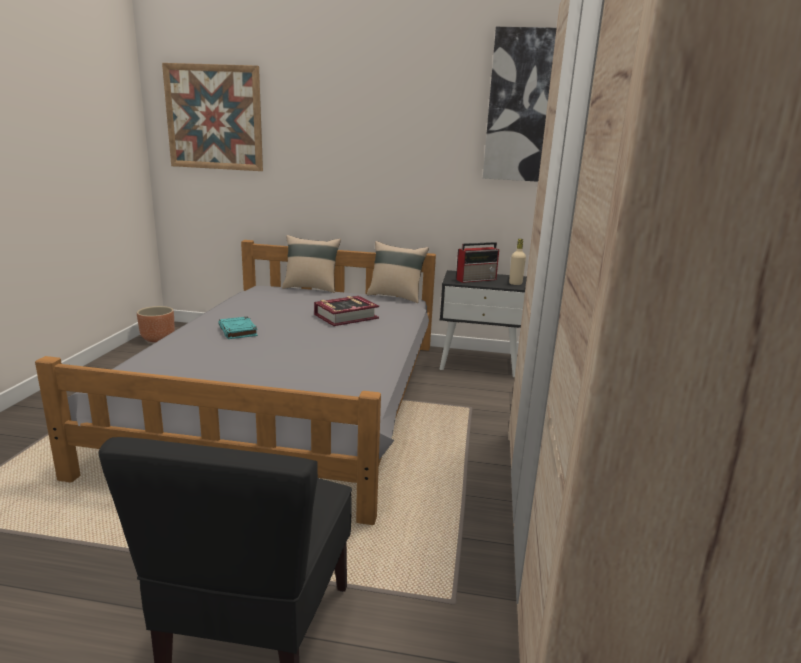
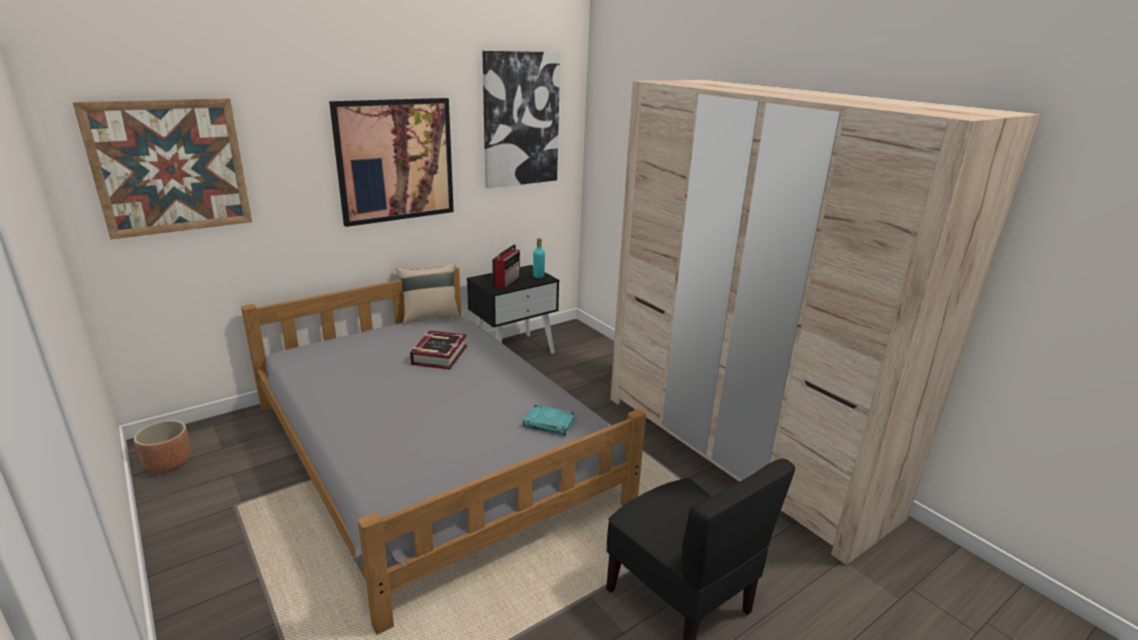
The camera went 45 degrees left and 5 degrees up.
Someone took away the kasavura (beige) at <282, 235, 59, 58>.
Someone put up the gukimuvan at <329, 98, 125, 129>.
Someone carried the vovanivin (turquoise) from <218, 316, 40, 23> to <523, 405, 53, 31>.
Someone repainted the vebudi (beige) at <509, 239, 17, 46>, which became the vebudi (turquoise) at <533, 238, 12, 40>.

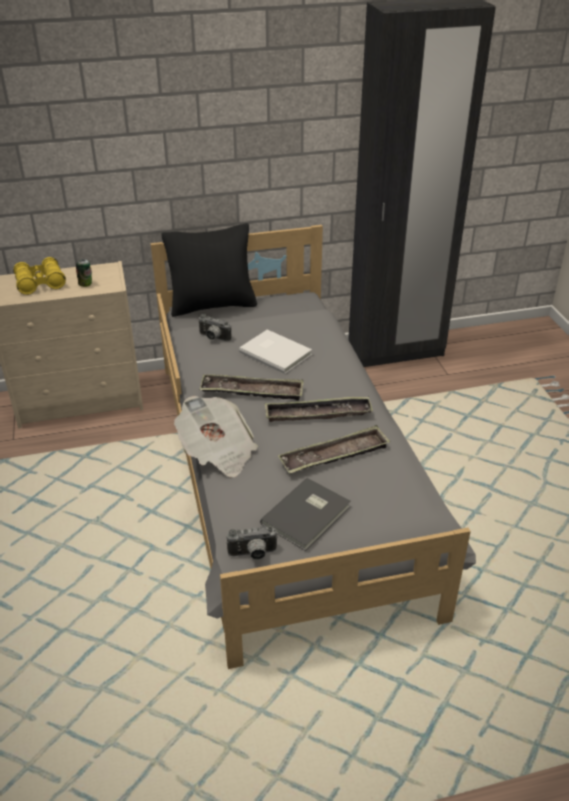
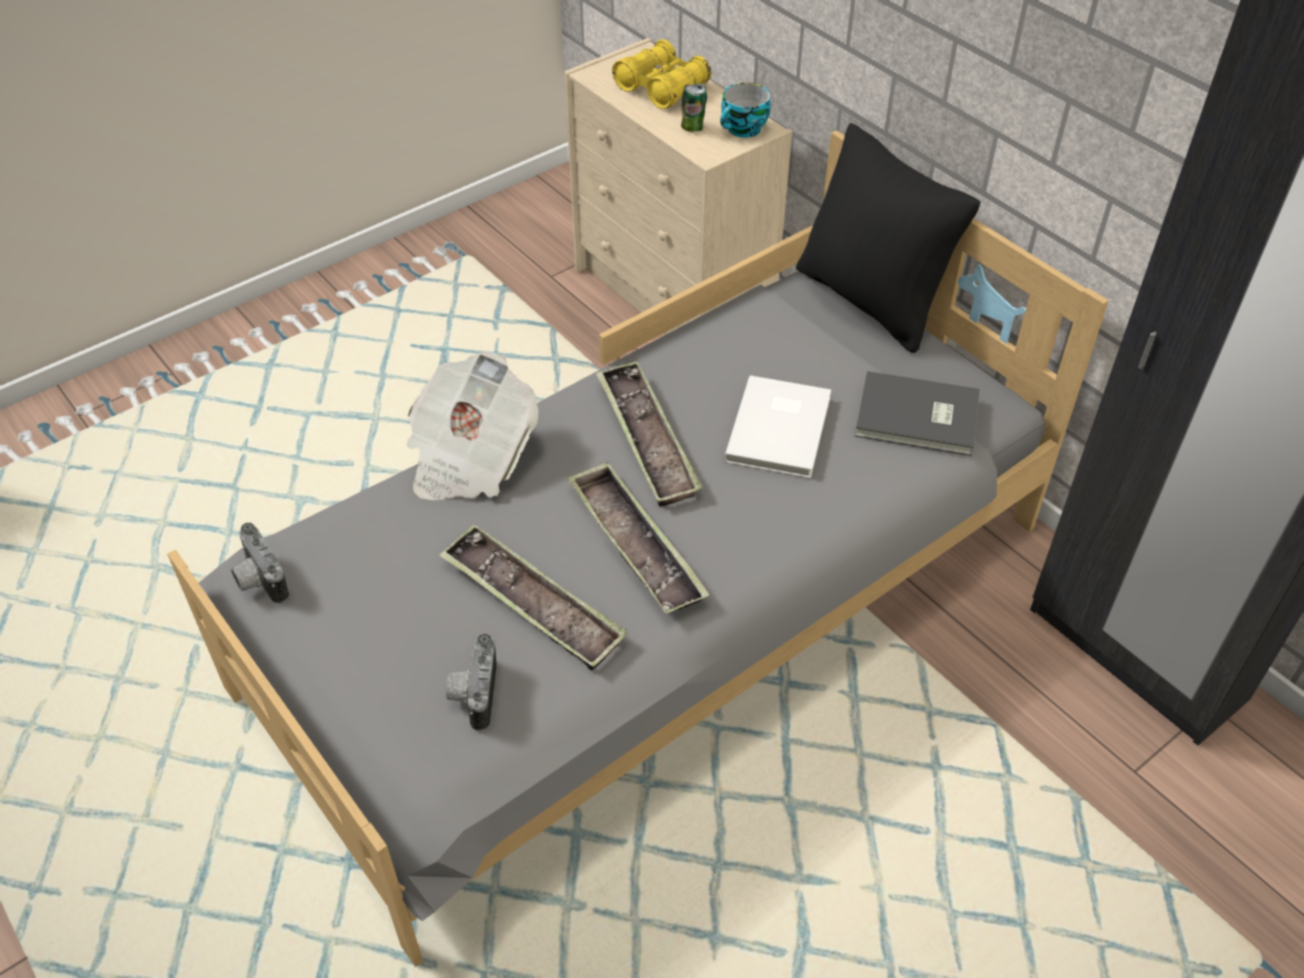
The camera went 65 degrees right and 10 degrees up.
Someone put down the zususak at <720, 83, 51, 55>.
Someone carried the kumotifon from <198, 314, 33, 27> to <446, 634, 51, 97>.
Someone carried the vovanivin (grey) from <260, 478, 91, 73> to <855, 371, 125, 85>.

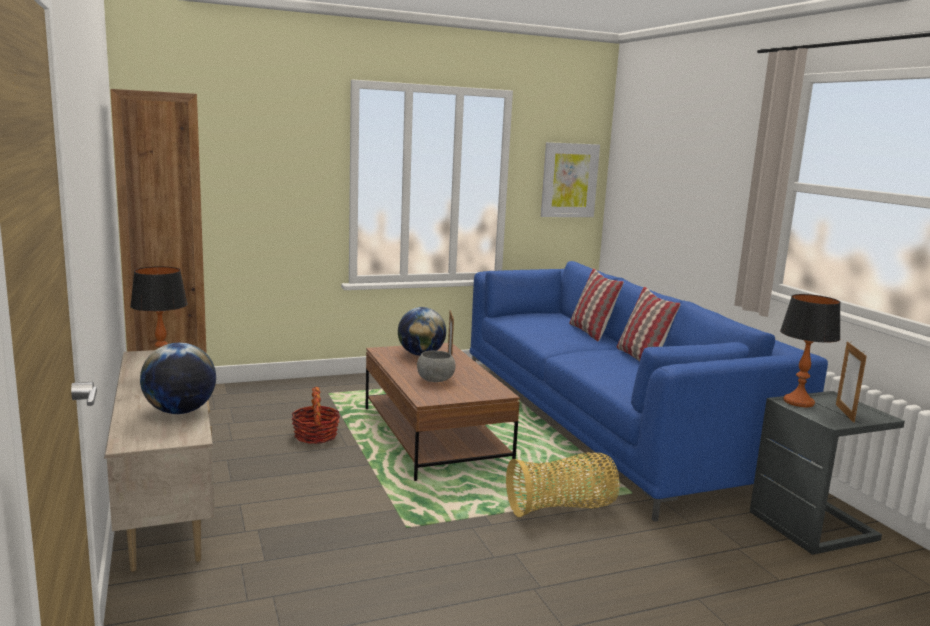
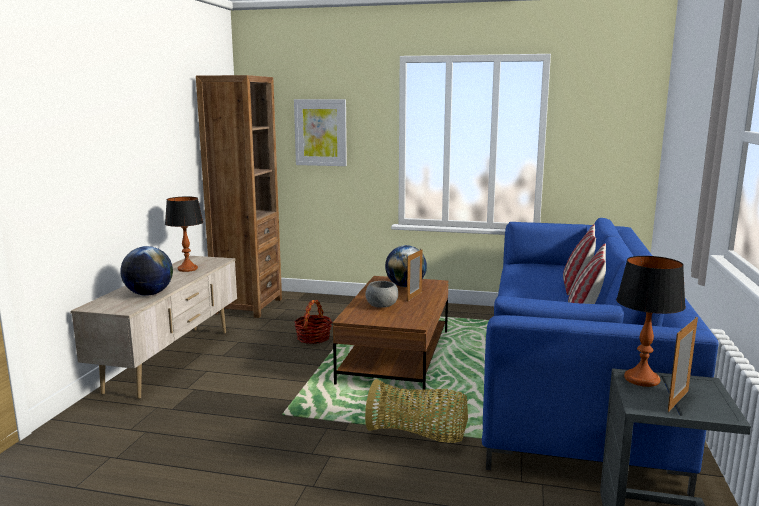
The camera went 35 degrees right and 0 degrees up.
Someone carried the gukimuvan from <541, 142, 59, 75> to <294, 99, 53, 67>.

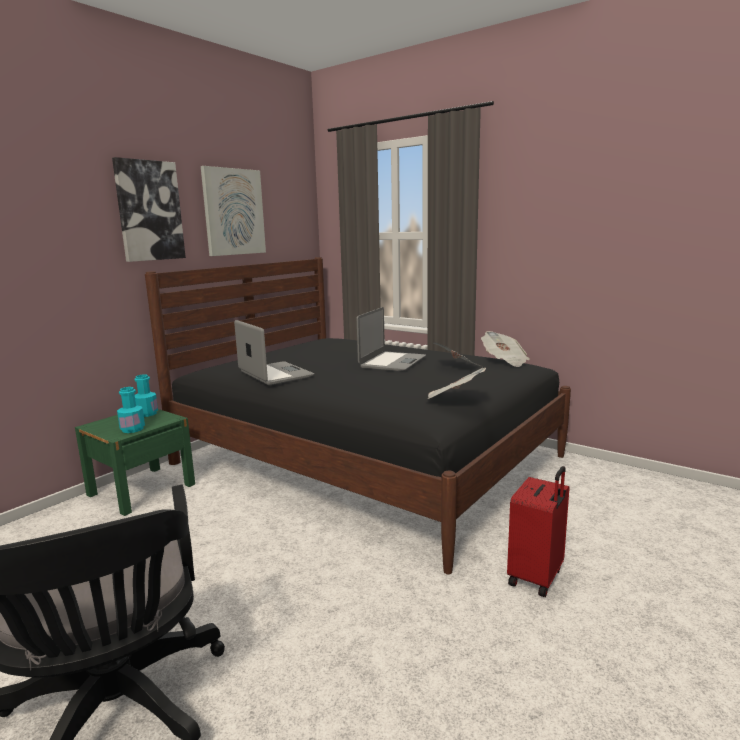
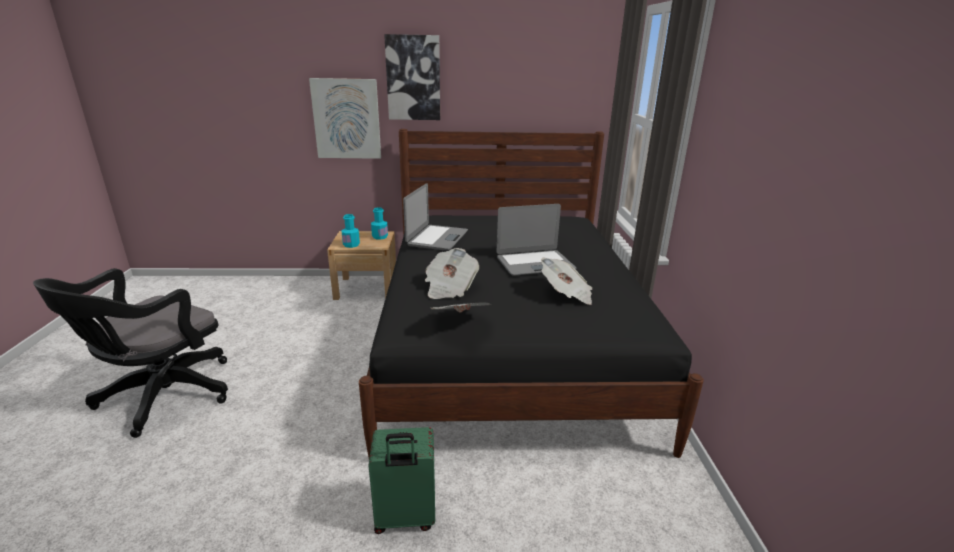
The camera went 50 degrees right and 10 degrees up.
Someone carried the gukimuvan from <201, 166, 65, 90> to <309, 78, 72, 81>.
Someone carried the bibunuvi from <481, 331, 49, 36> to <425, 248, 54, 51>.
Someone repainted the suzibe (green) at <75, 409, 120, 107>, which became the suzibe (beige) at <327, 231, 69, 69>.
Someone repainted the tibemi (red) at <507, 466, 63, 131>, which became the tibemi (green) at <368, 427, 67, 107>.

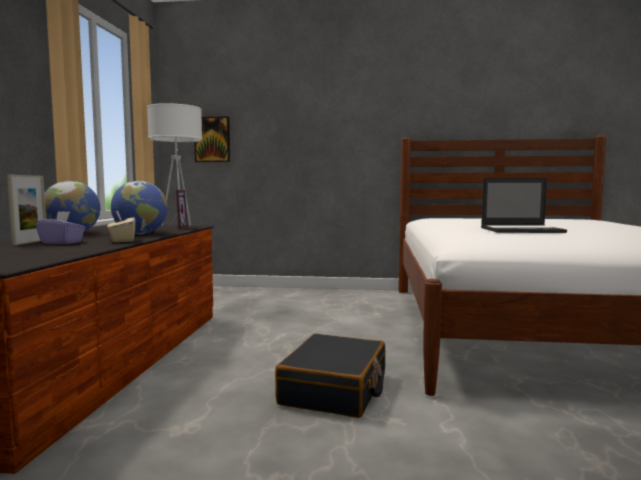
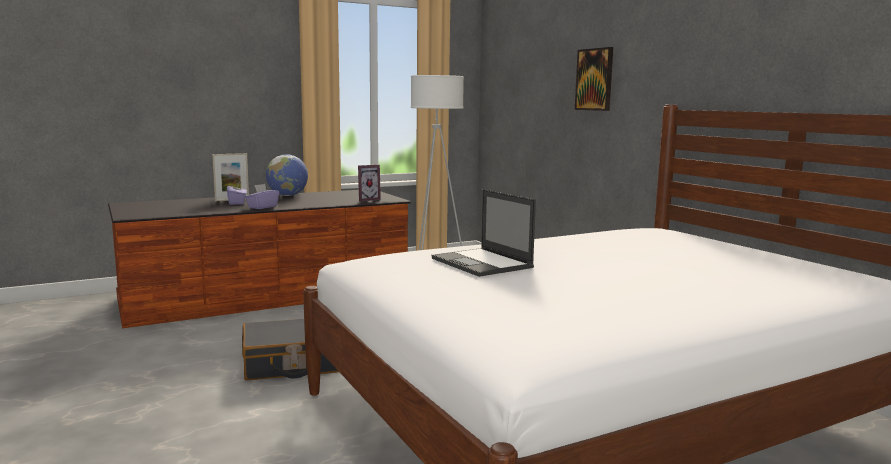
The camera went 55 degrees right and 5 degrees up.
Someone took away the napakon at <111, 181, 57, 53>.
Someone carried the gukimuvan from <194, 116, 36, 46> to <575, 47, 38, 64>.
Someone repainted the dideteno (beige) at <107, 211, 28, 31>, which became the dideteno (purple) at <245, 184, 34, 25>.

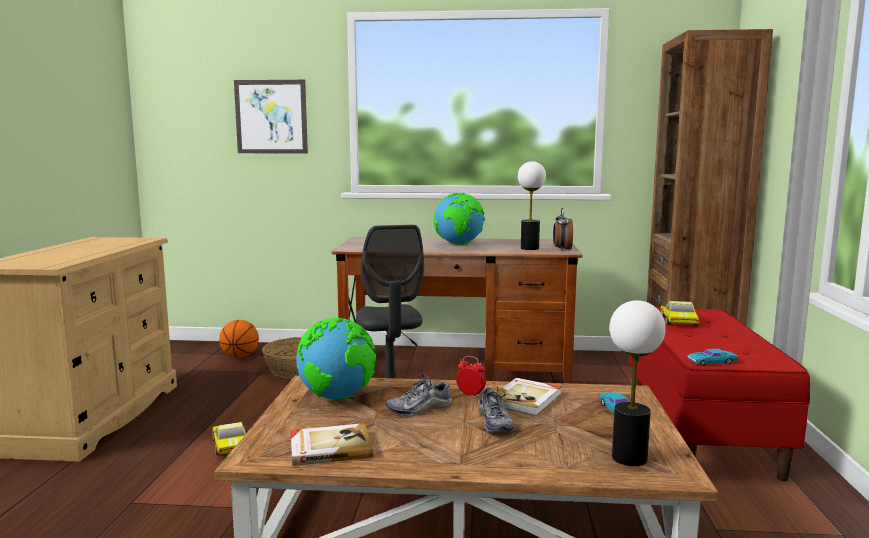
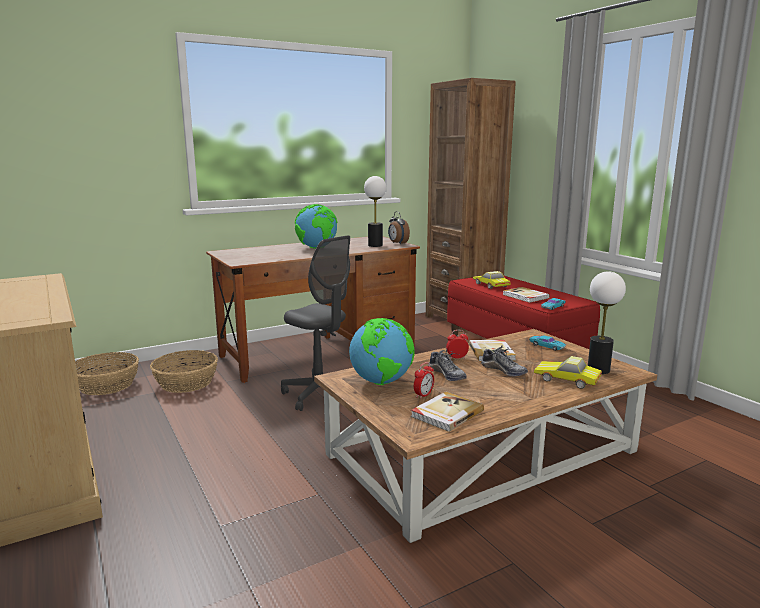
The camera went 35 degrees left and 5 degrees up.
Someone took away the gukimuvan at <234, 80, 74, 73>.
Someone put down the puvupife at <414, 362, 20, 37>.
Someone put down the vovanivin at <503, 287, 47, 16>.
Someone carried the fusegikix from <212, 422, 34, 33> to <534, 356, 68, 33>.
Someone swapped the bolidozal at <219, 320, 40, 38> for the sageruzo at <75, 352, 64, 43>.
Someone rotated the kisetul at <385, 374, 67, 43> by 60 degrees counterclockwise.

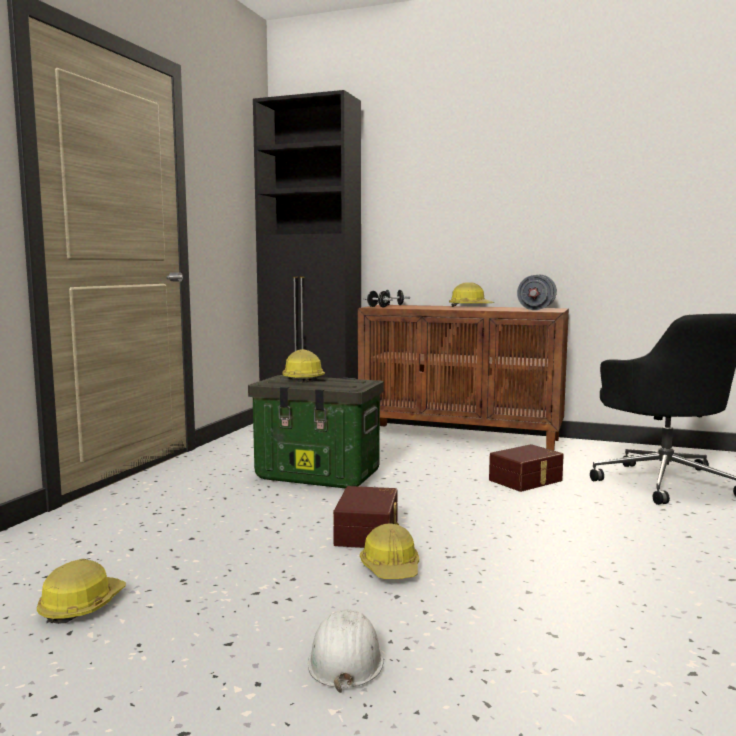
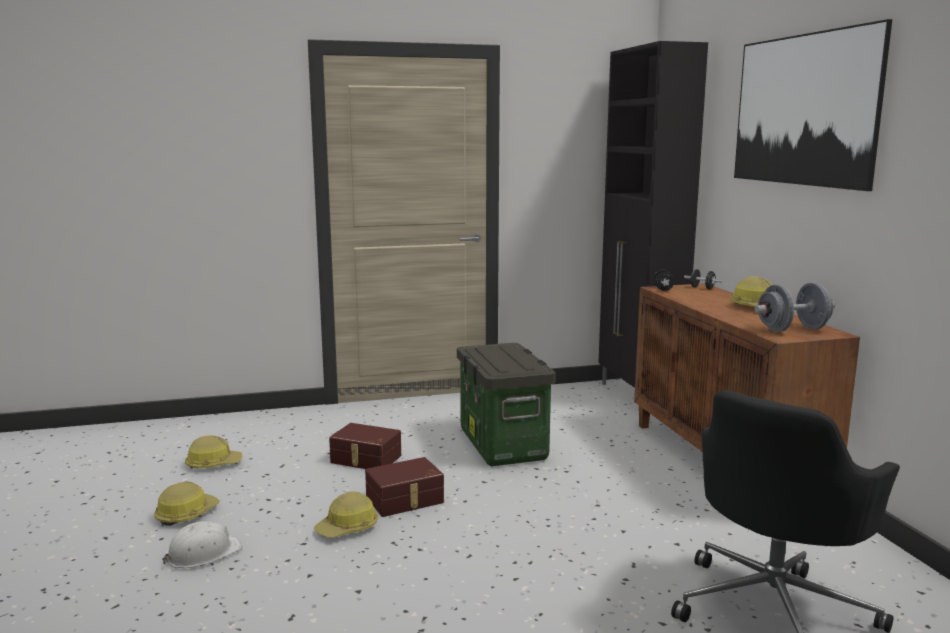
The camera went 55 degrees right and 5 degrees up.
Someone put up the gukimuvan at <734, 19, 158, 172>.
Someone carried the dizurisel from <283, 349, 42, 34> to <154, 482, 66, 44>.
Someone carried the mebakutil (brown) from <489, 444, 75, 48> to <329, 423, 72, 46>.

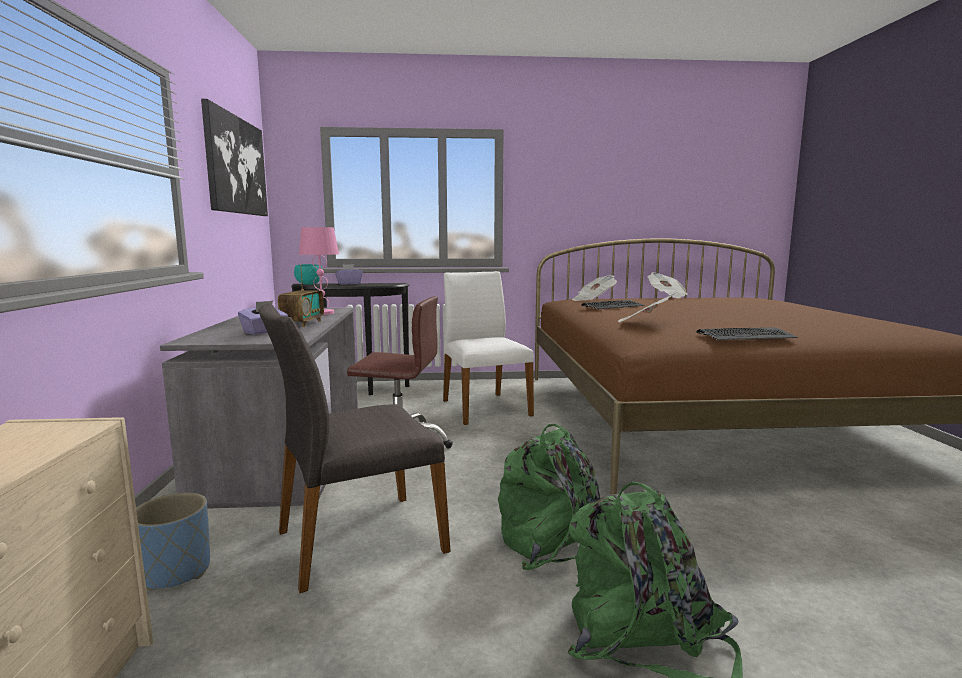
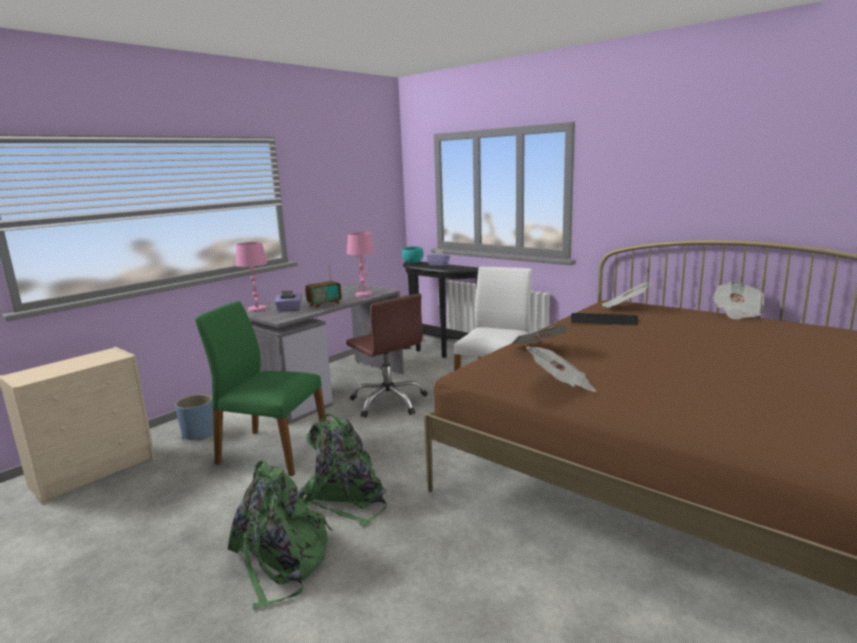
The camera went 45 degrees right and 5 degrees up.
Someone took away the gukimuvan at <201, 99, 67, 117>.
Someone put down the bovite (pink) at <236, 242, 31, 70>.
Someone swapped the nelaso at <696, 327, 101, 13> for the bibunuvi at <526, 346, 71, 46>.
Someone repainted the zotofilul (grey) at <258, 303, 193, 290>, which became the zotofilul (green) at <195, 301, 131, 175>.

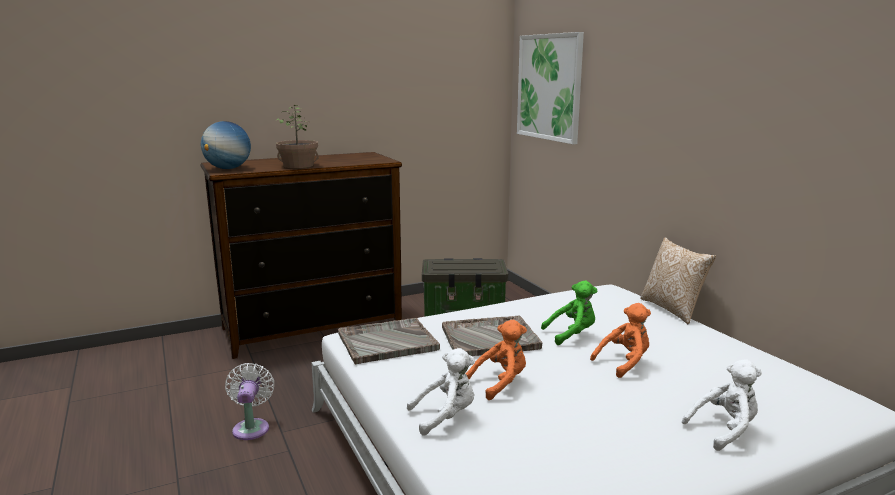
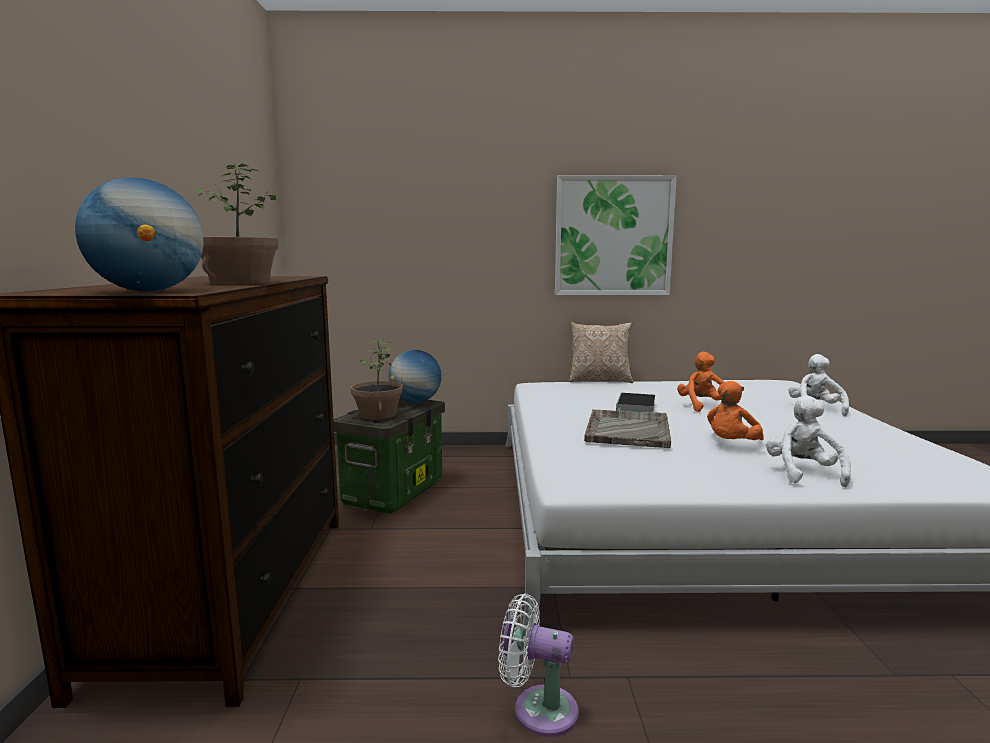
The camera went 65 degrees left and 5 degrees down.
Someone took away the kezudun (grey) at <338, 318, 102, 47>.
Someone put down the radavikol at <351, 340, 52, 80>.
Someone put down the napakon at <388, 350, 53, 53>.
Someone carried the gukimuvan from <517, 32, 67, 112> to <555, 175, 122, 120>.
Someone swapped the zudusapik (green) at <541, 281, 56, 64> for the vovanivin at <616, 393, 39, 19>.
Someone rotated the zudusapik (orange) at <466, 320, 61, 80> by 135 degrees counterclockwise.

